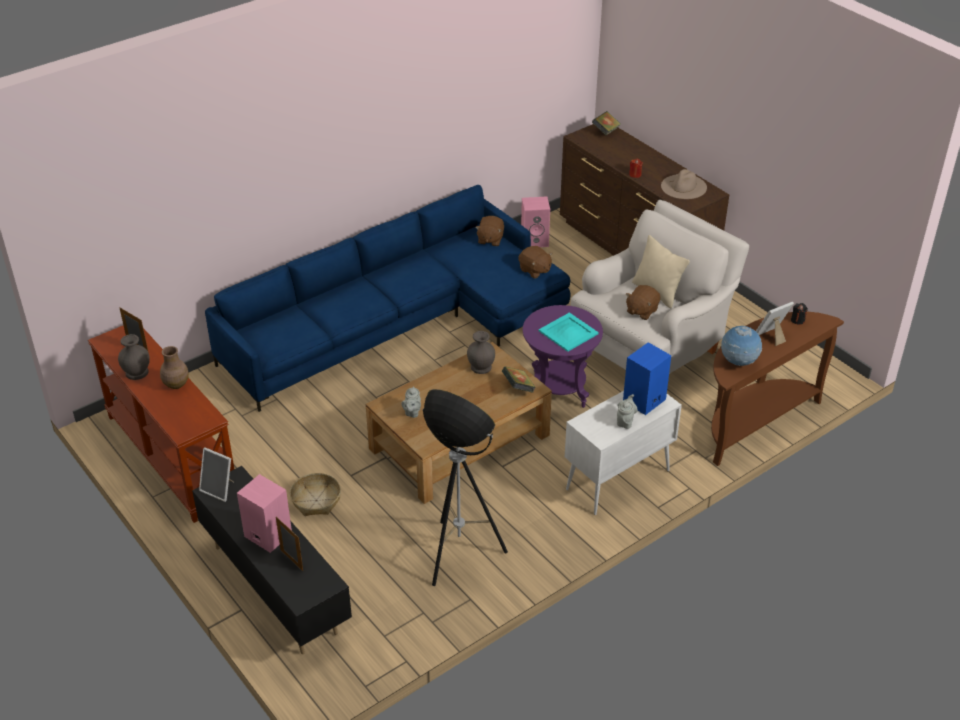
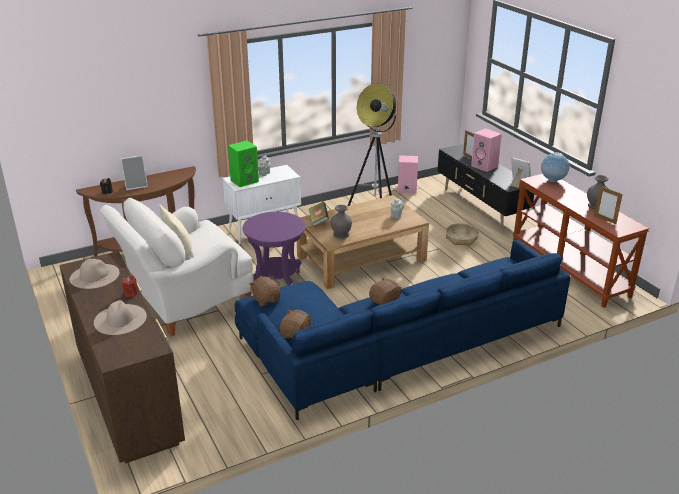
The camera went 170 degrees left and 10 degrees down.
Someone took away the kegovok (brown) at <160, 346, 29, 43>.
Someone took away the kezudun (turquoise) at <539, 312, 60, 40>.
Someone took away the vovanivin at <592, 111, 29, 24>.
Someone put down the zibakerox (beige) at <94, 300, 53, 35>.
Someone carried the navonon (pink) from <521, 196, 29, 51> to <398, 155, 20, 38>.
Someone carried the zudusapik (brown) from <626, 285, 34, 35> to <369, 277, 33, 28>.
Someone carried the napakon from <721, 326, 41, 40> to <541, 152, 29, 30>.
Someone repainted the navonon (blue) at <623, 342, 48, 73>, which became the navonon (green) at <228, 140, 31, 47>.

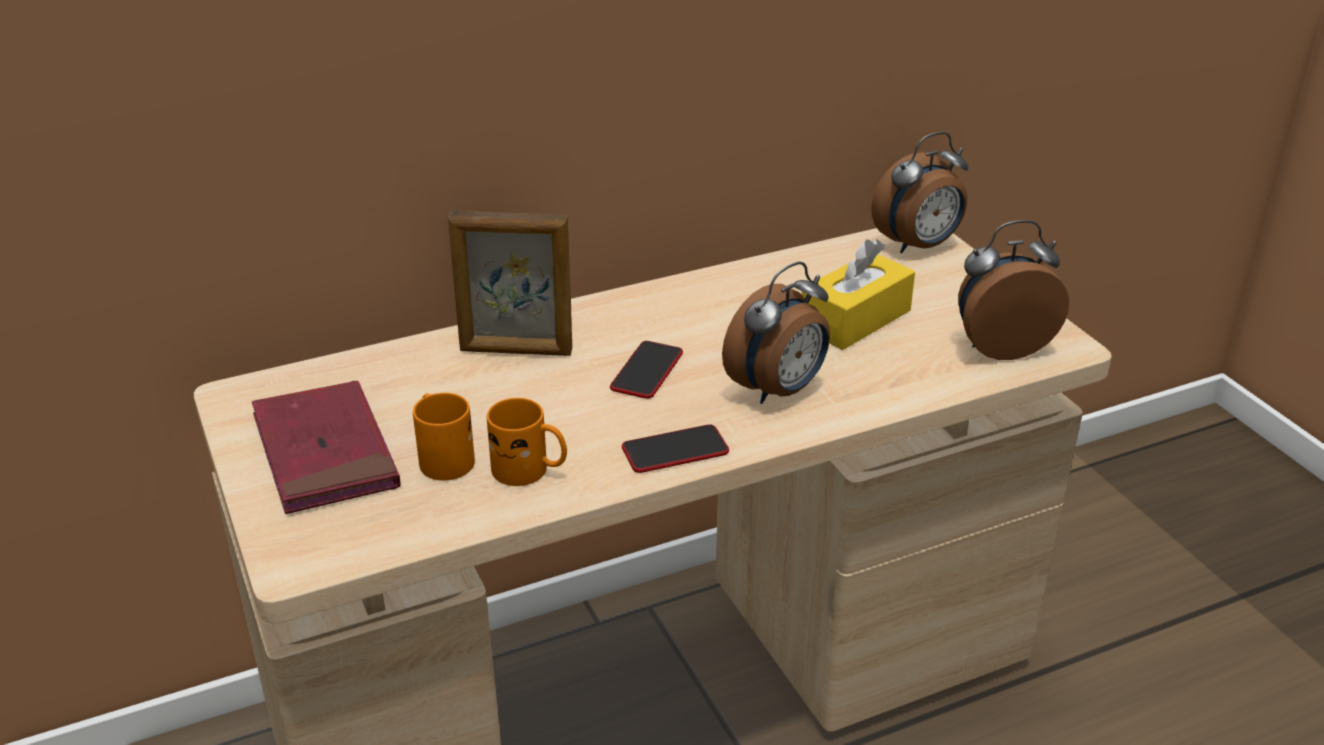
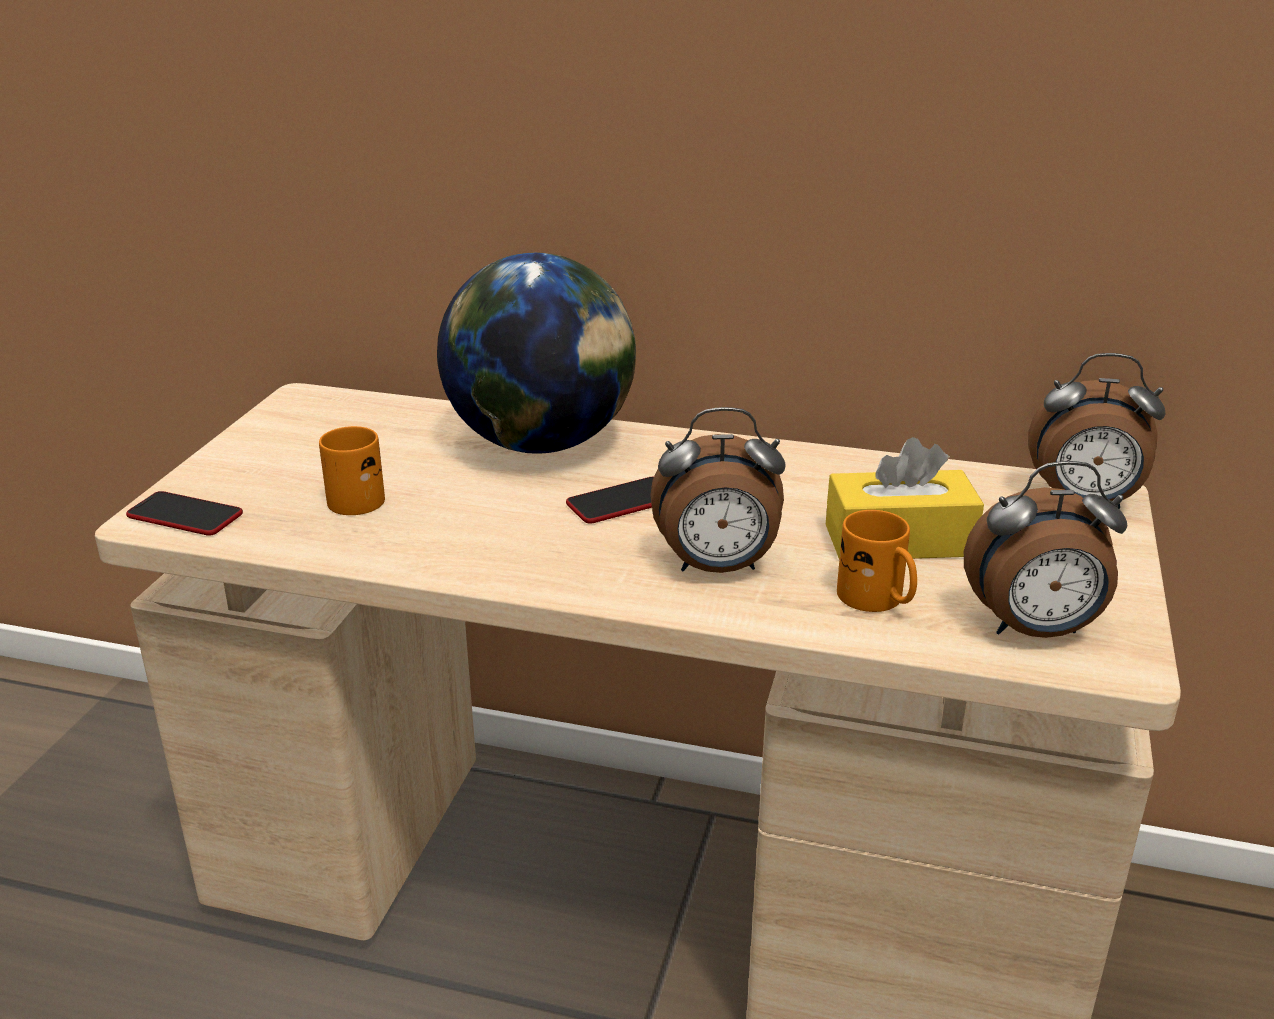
The camera went 40 degrees right and 5 degrees down.
Someone took away the vovanivin (red) at <252, 381, 149, 133>.
Someone carried the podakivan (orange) from <487, 398, 80, 88> to <837, 510, 80, 102>.
Someone carried the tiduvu from <622, 424, 107, 49> to <126, 491, 117, 45>.
Someone swapped the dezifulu at <448, 210, 124, 146> for the napakon at <437, 253, 199, 201>.
Someone rotated the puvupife at <958, 220, 111, 140> by 150 degrees clockwise.

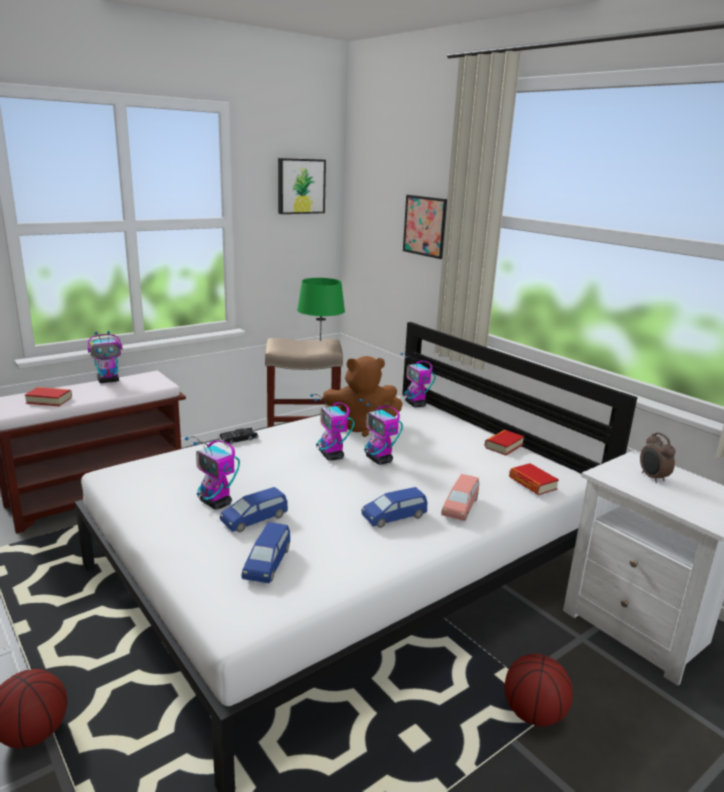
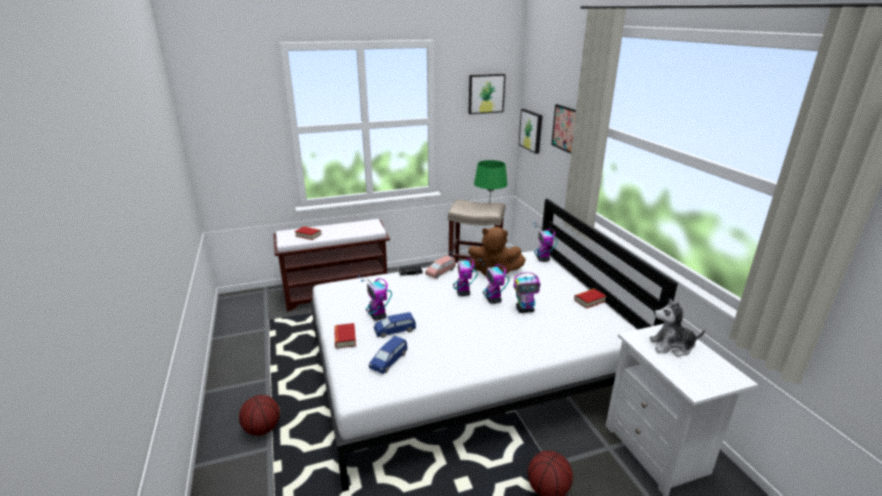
The camera went 20 degrees right and 5 degrees up.
Someone took away the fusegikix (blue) at <361, 487, 66, 41>.
Someone put up the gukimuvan at <519, 109, 24, 45>.
Someone carried the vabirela from <88, 331, 35, 52> to <514, 272, 27, 41>.
Someone carried the fusegikix (pink) from <441, 474, 38, 47> to <425, 255, 31, 24>.
Someone carried the vovanivin from <509, 463, 50, 32> to <335, 323, 21, 25>.
Someone swapped the puvupife at <640, 432, 36, 51> for the zudusapik at <649, 298, 56, 59>.

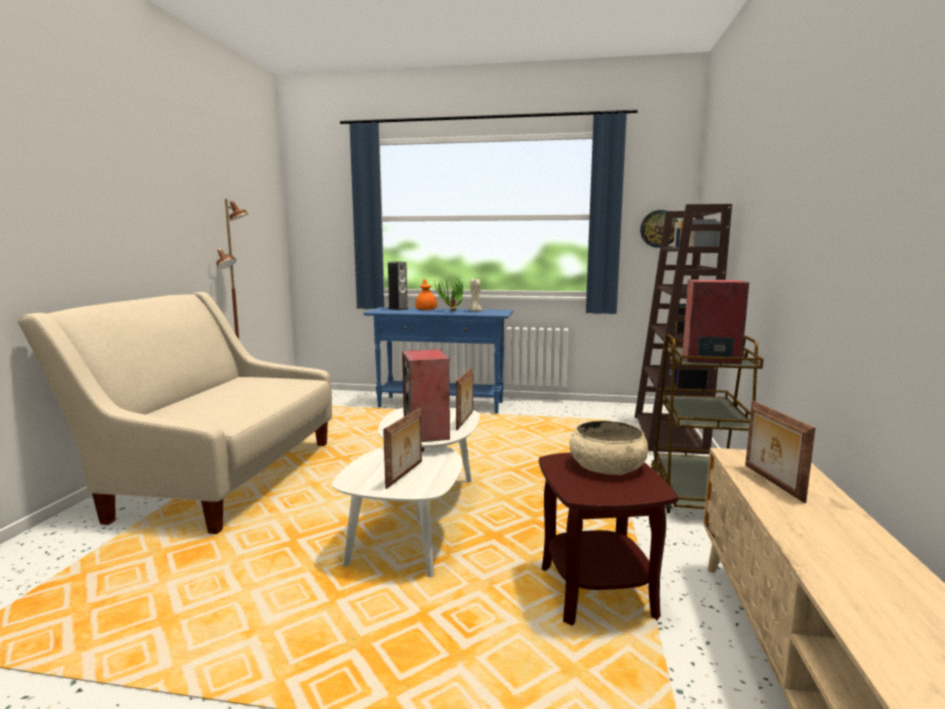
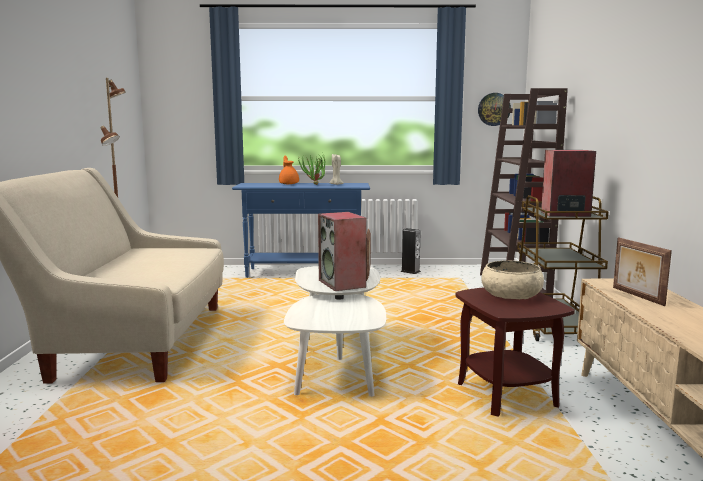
The camera went 10 degrees left and 0 degrees up.
Someone took away the dezifulu at <383, 408, 39, 81>.
Someone carried the navonon from <388, 261, 20, 49> to <401, 228, 20, 46>.

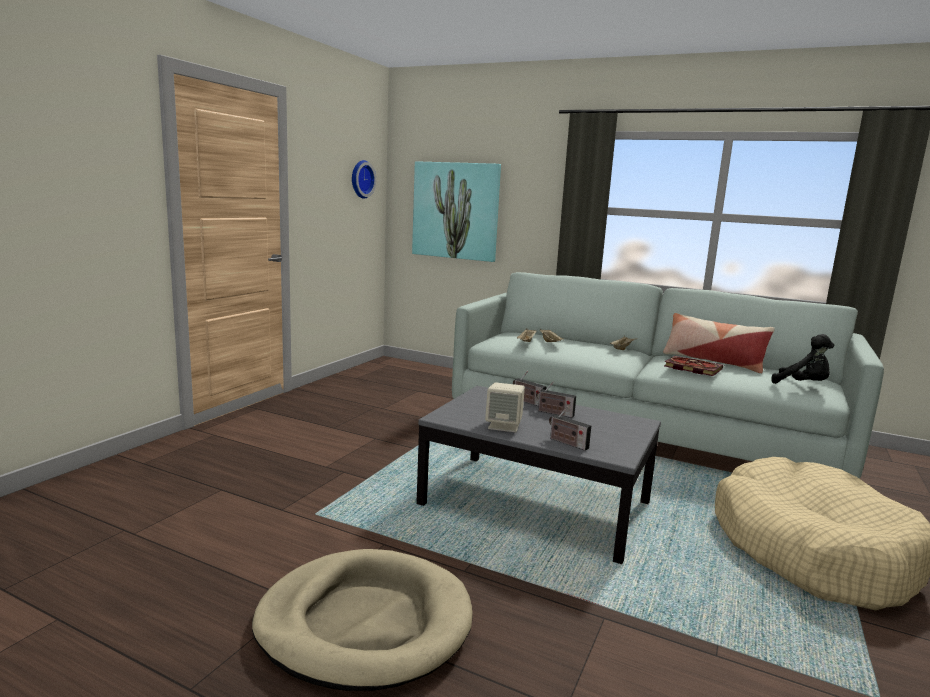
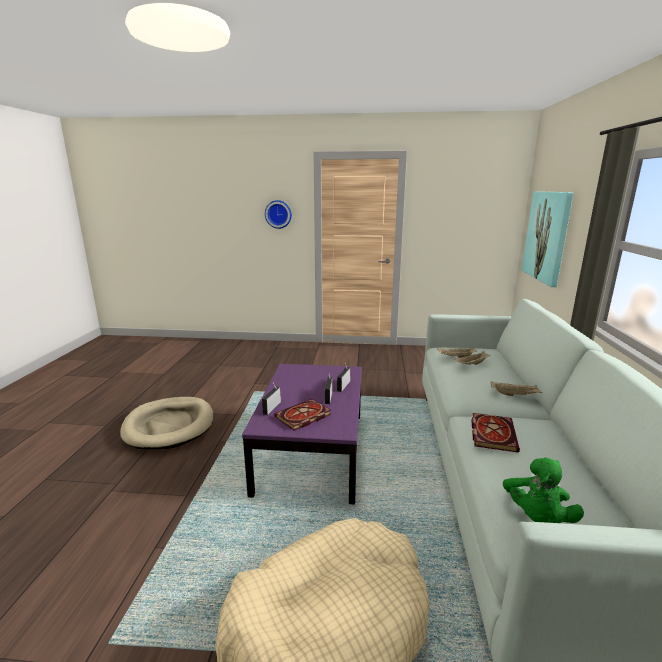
The camera went 70 degrees right and 5 degrees up.
Someone took away the navonon (beige) at <485, 382, 40, 50>.
Someone took away the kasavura at <663, 313, 112, 60>.
Someone put down the vovanivin at <274, 399, 57, 32>.
Someone carried the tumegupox from <352, 160, 24, 39> to <265, 200, 27, 29>.
Someone repainted the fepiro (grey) at <416, 386, 245, 178>, which became the fepiro (purple) at <242, 364, 120, 141>.
Someone repainted the zudusapik (black) at <771, 334, 63, 50>, which became the zudusapik (green) at <503, 457, 81, 66>.

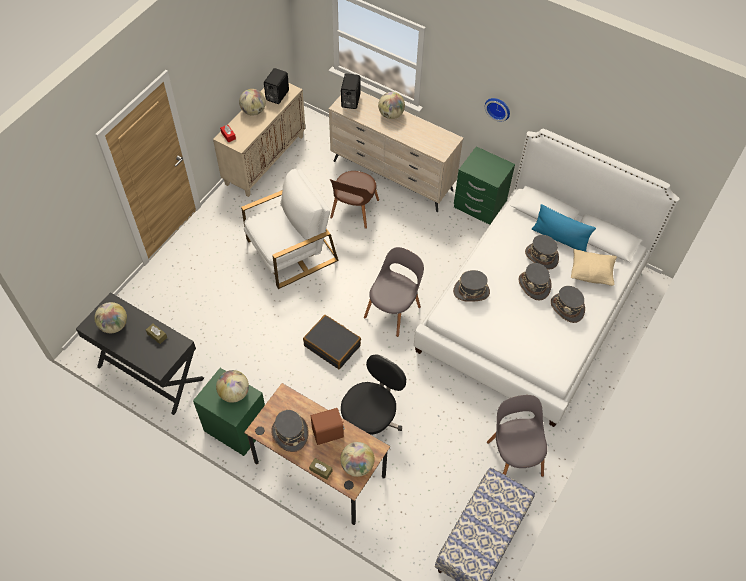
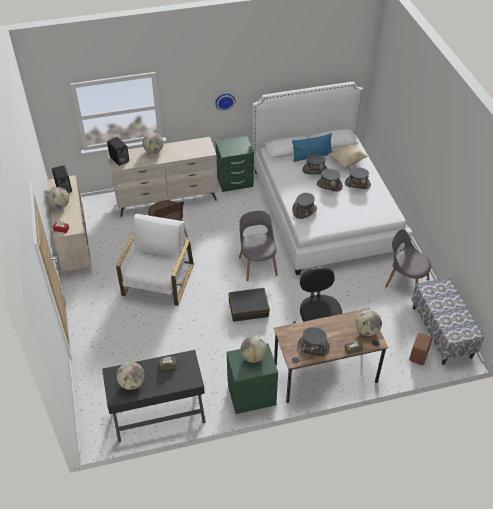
The camera went 45 degrees left and 10 degrees down.
Someone carried the navonon (brown) from <311, 408, 34, 37> to <409, 333, 24, 32>.

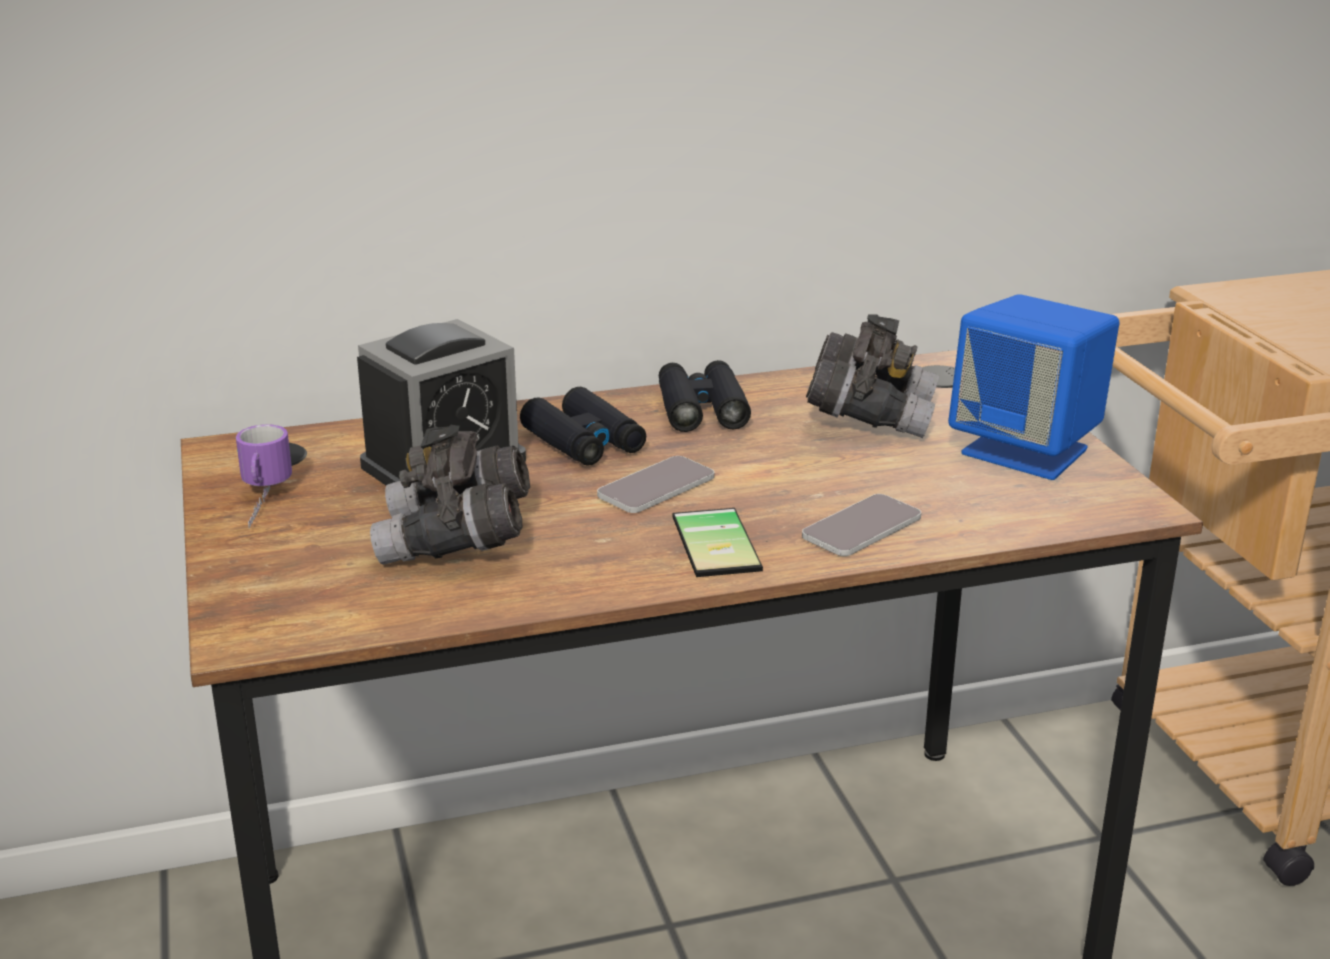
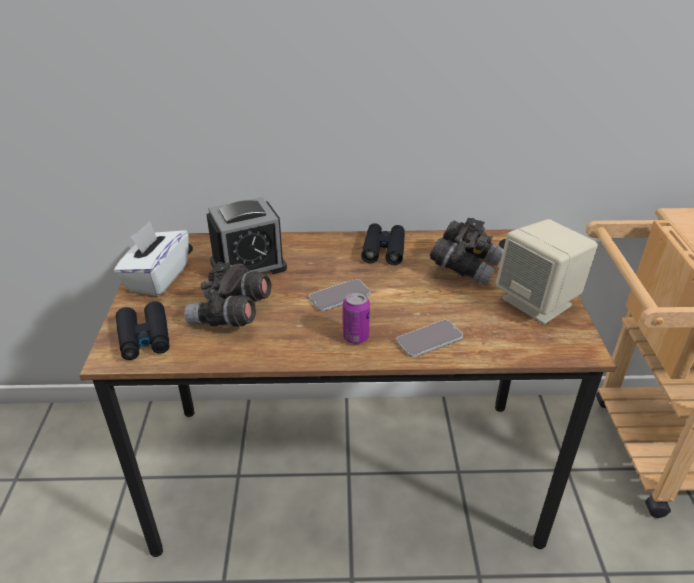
The camera went 15 degrees right and 10 degrees up.
Someone carried the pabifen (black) from <520, 387, 126, 79> to <116, 302, 53, 58>.
Someone swapped the podakivan at <236, 424, 56, 105> for the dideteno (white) at <114, 221, 75, 75>.
Someone swapped the tiduvu at <672, 508, 95, 69> for the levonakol at <343, 291, 27, 53>.
Someone repainted the navonon (blue) at <948, 294, 172, 186>, which became the navonon (beige) at <496, 219, 102, 105>.

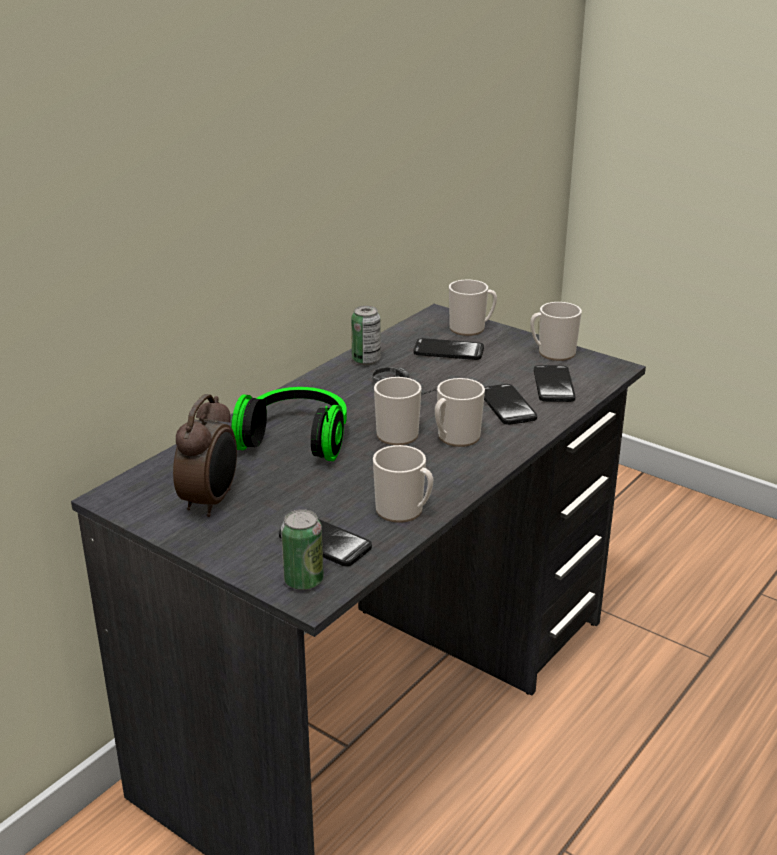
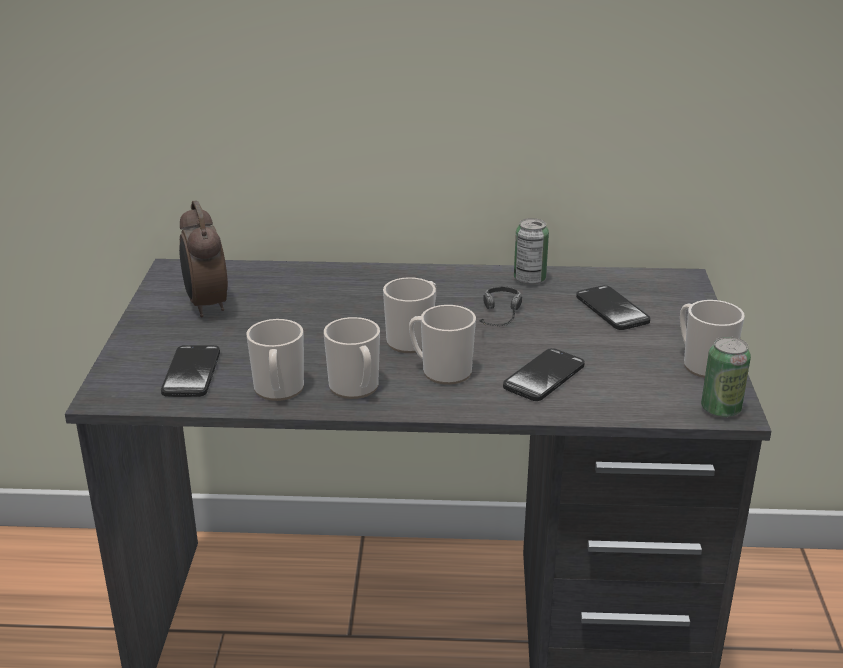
The camera went 55 degrees right and 0 degrees up.
Someone took away the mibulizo at <231, 387, 116, 74>.
Someone took away the tiduvu at <534, 365, 41, 37>.
Someone carried the levonakol from <281, 509, 43, 81> to <701, 336, 50, 82>.
Someone carried the podakivan from <449, 280, 48, 56> to <324, 317, 56, 82>.
Someone rotated the puvupife at <173, 394, 64, 123> by 90 degrees clockwise.

